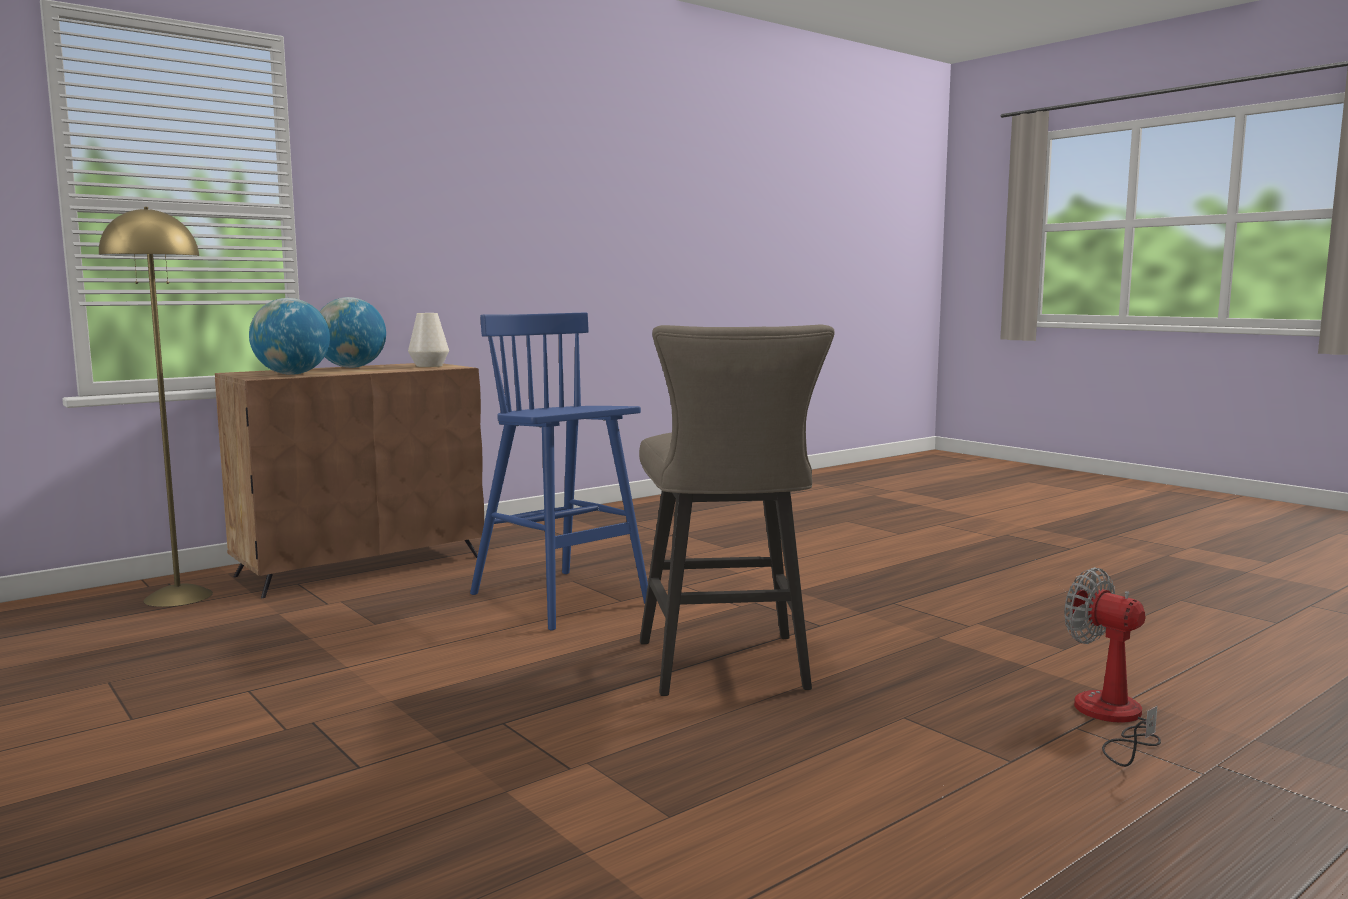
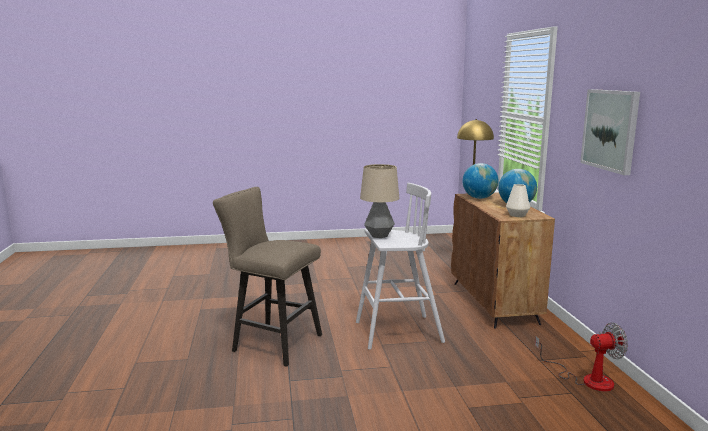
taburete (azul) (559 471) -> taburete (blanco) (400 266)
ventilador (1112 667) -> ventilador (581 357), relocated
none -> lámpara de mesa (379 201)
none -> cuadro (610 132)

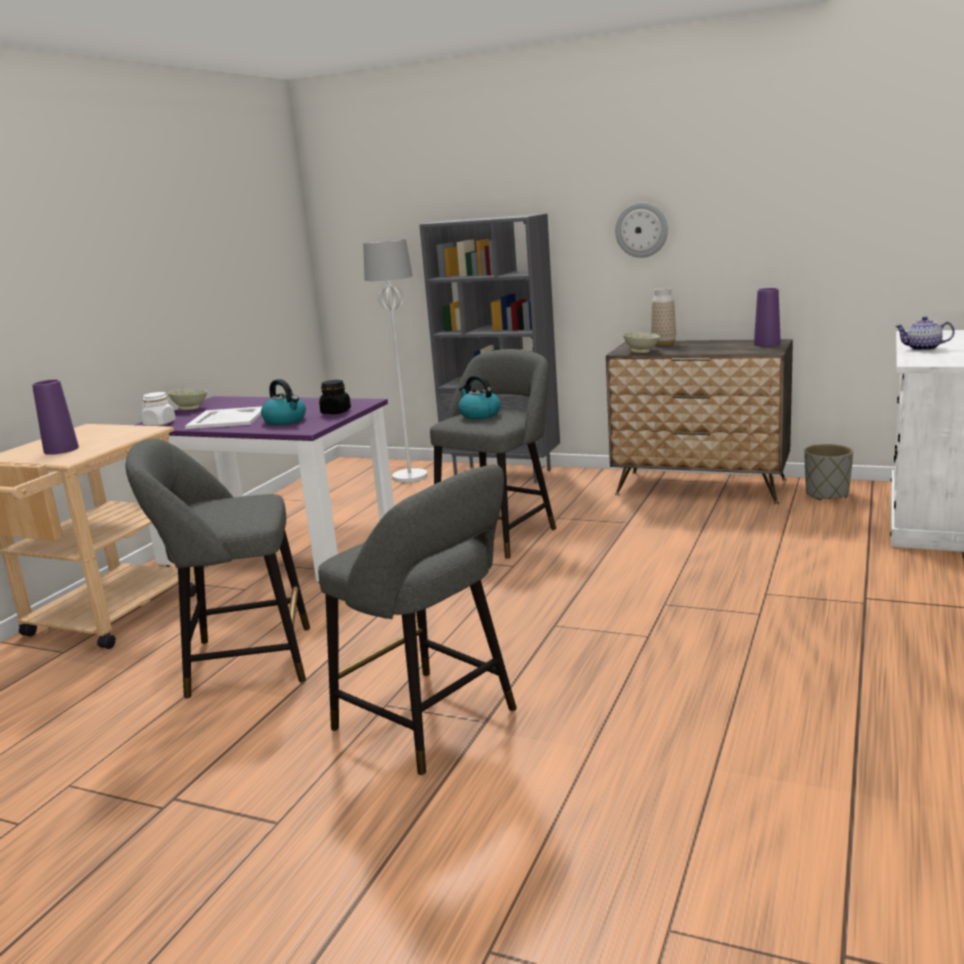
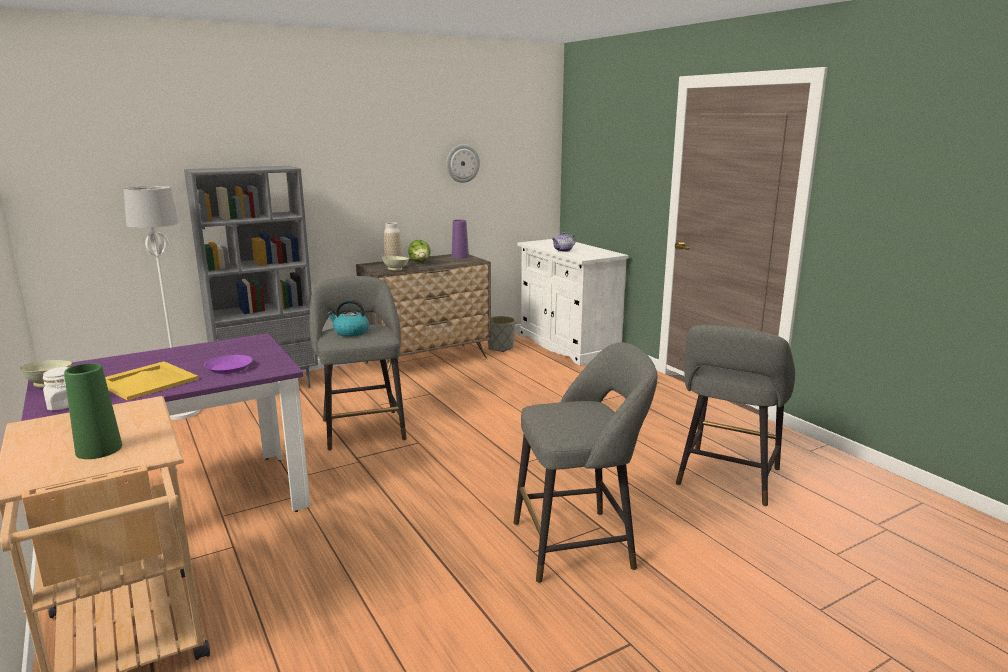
florero (morado) (55 417) -> florero (verde) (93 411)
taburete (gris) (217 568) -> taburete (gris) (735 416), relocated
bandeja (blanco) (223 417) -> bandeja (amarillo) (152 381)
hervidor (283 402) -> plato (morado) (228 364)
tarro (negro) (335 397) -> none
reloj de pared (641 230) -> reloj de pared (463 163), relocated
none -> lechuga (419 251)

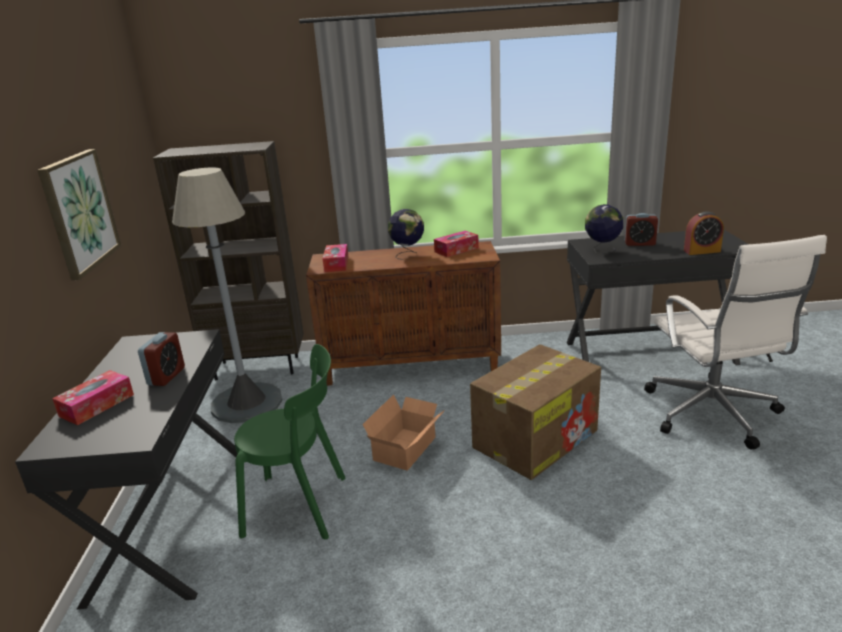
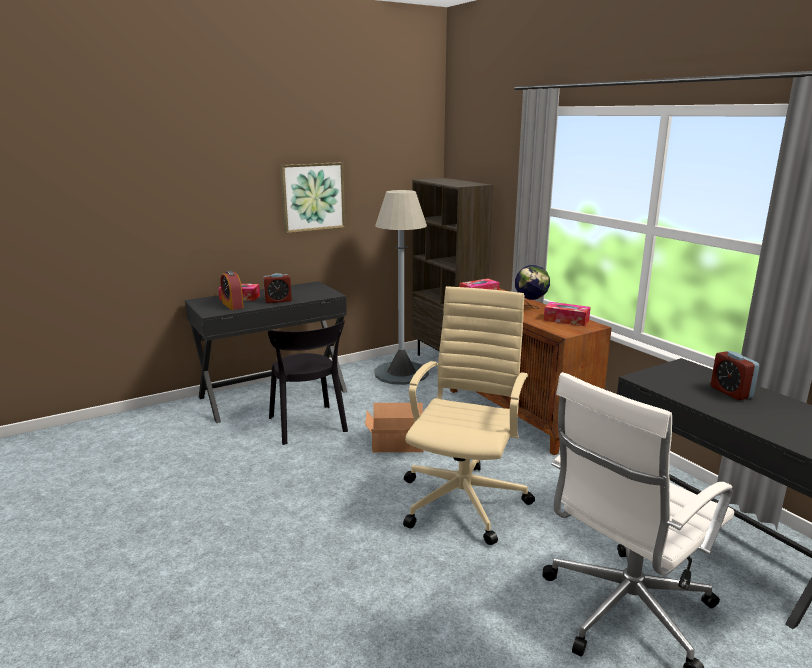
silla (verde) (289 442) -> silla (negro) (308 382)
caja de cartón (535 412) -> silla de oficina (beis) (469 415)
globo terráqueo (604 229) -> none
despertador (704 233) -> despertador (232 290), relocated

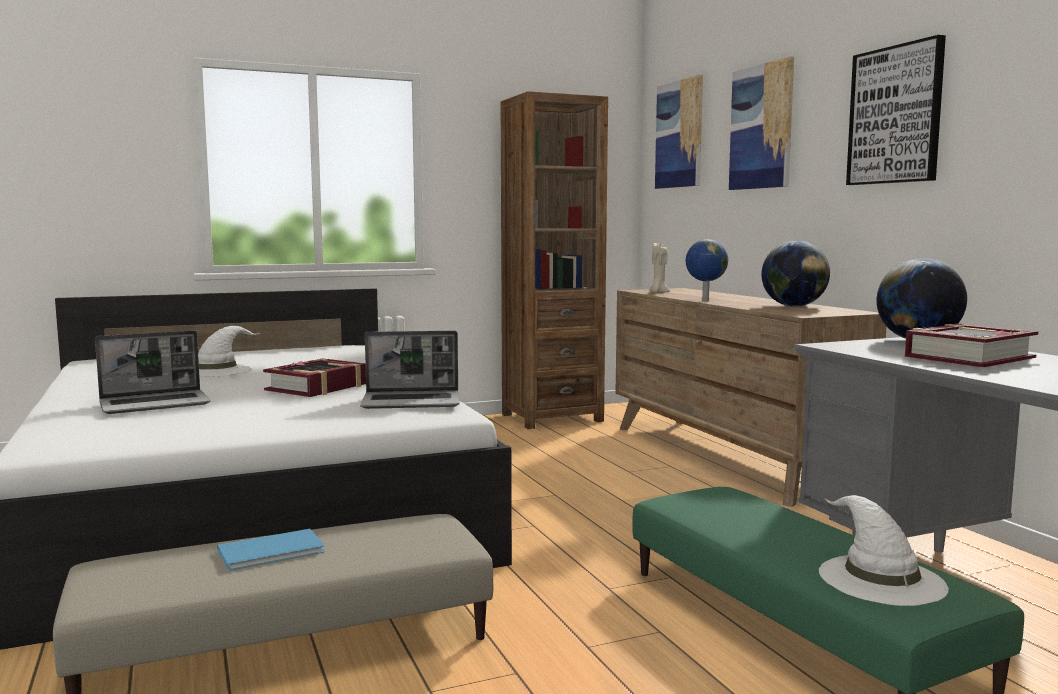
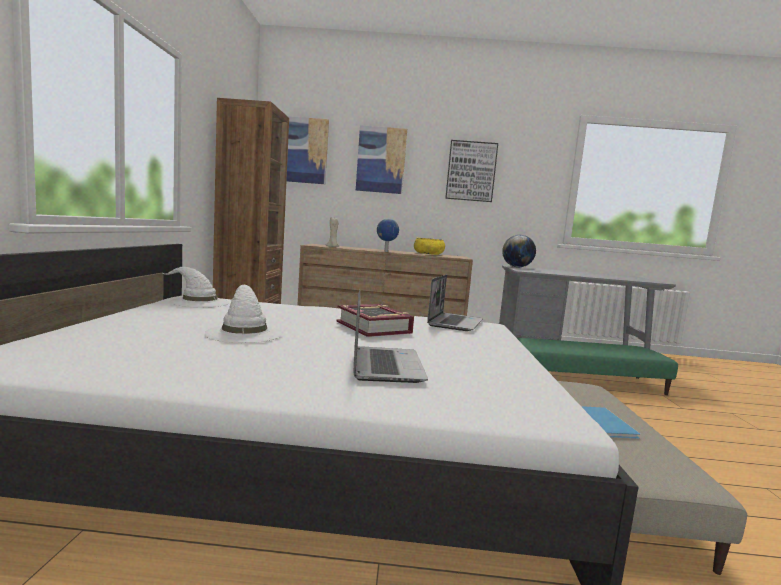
globo terráqueo (795 274) -> cuenco (amarillo) (429 246)
sombrero (blanco) (884 550) -> sombrero (blanco) (196 287), relocated
libro (971 345) -> none

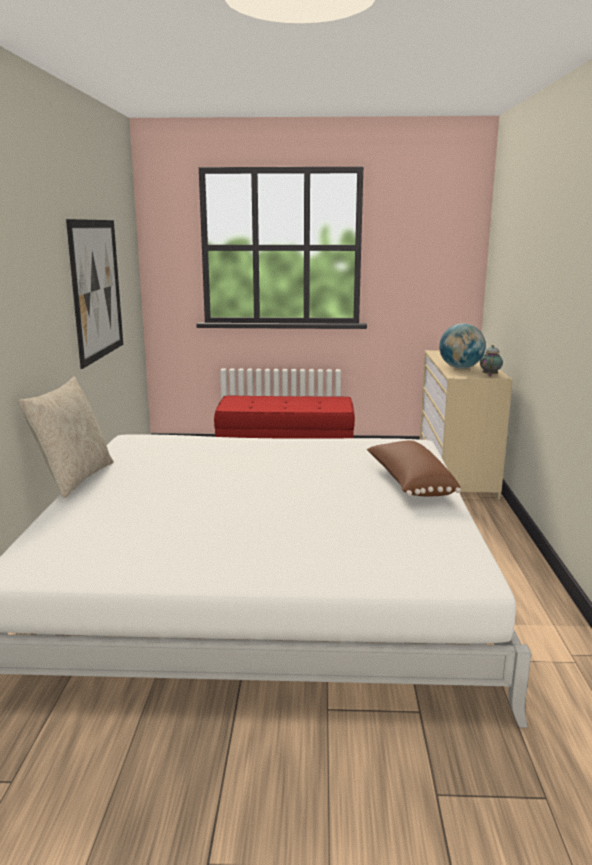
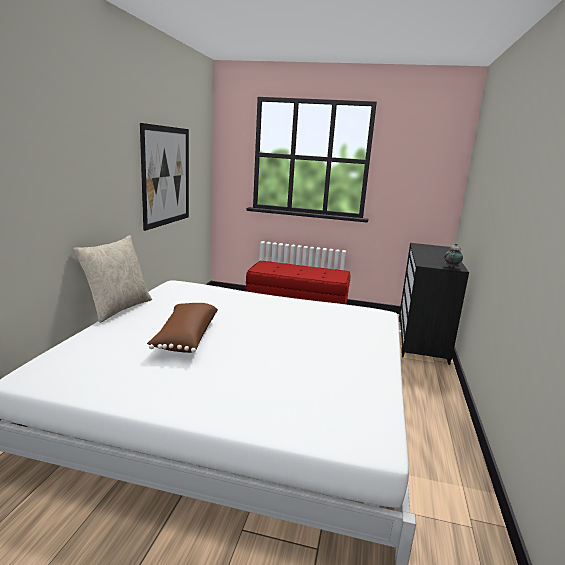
cojín (marrón) (414 468) -> cojín (marrón) (182 328), relocated
cómoda (beis) (466 425) -> cómoda (negro) (434 304)
globo terráqueo (462 346) -> none

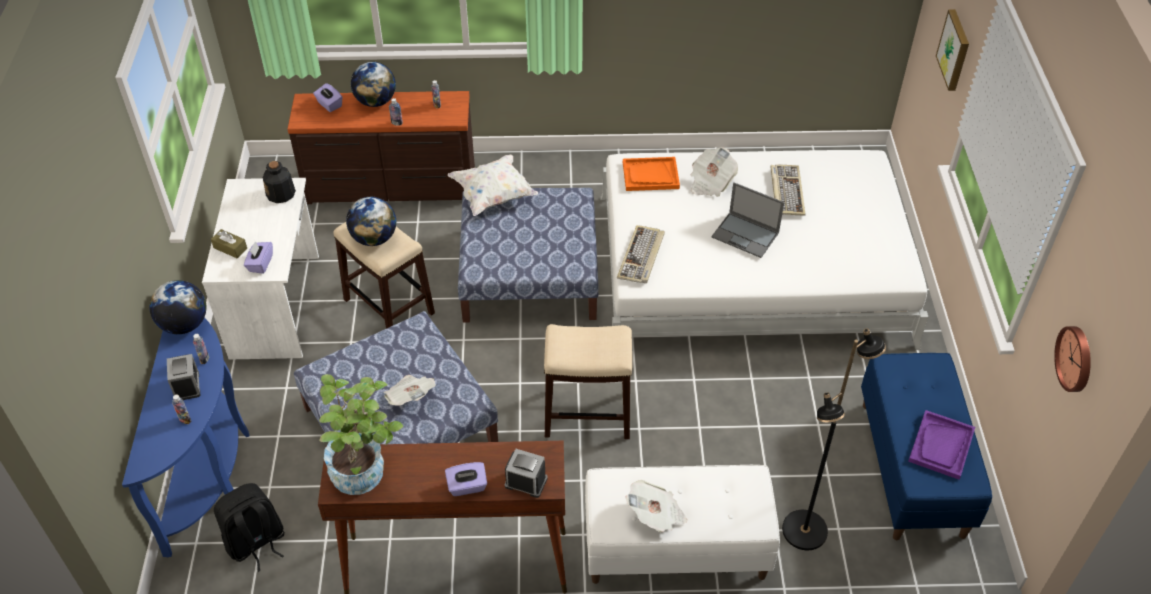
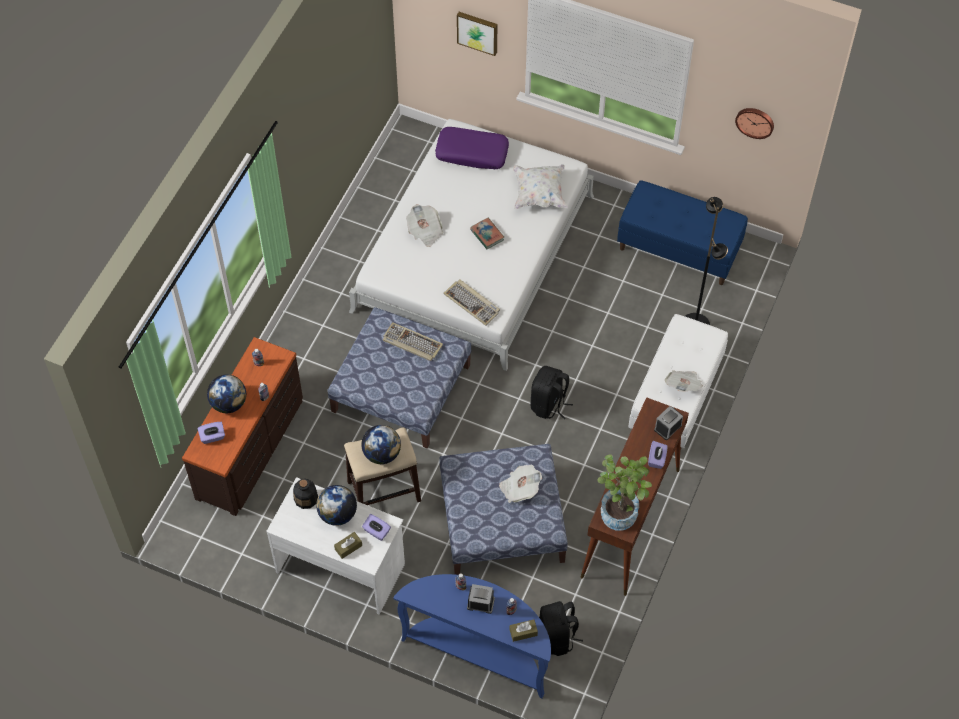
globo terráqueo (178 307) -> globo terráqueo (336 505), relocated
cojín (blanco) (493 185) -> cojín (blanco) (540 186), relocated
taburete (588 381) -> mochila (negro) (552 392)
bandeja (naranja) (651 174) -> none
portátil (748 220) -> libro (487 233)
teclado (788 190) -> teclado (413 341), relocated
bandeja (morado) (941 444) -> none
none -> cojín (morado) (472 148)
none -> caja de pañuelos (marrón) (524 630)

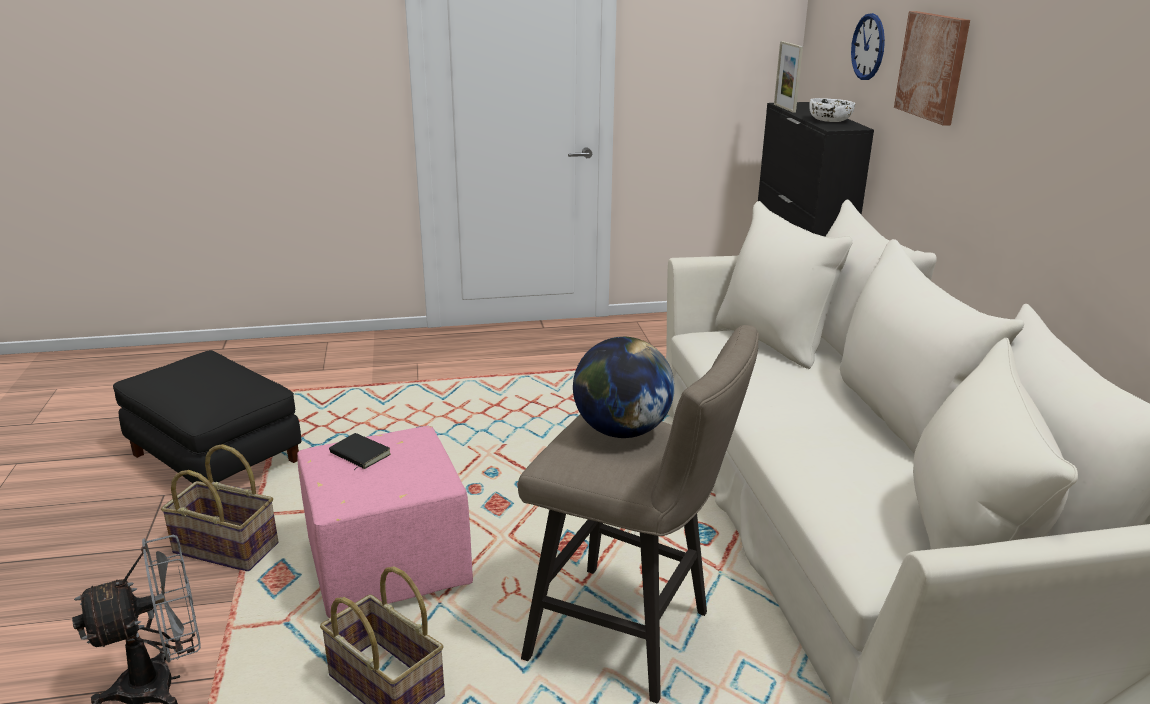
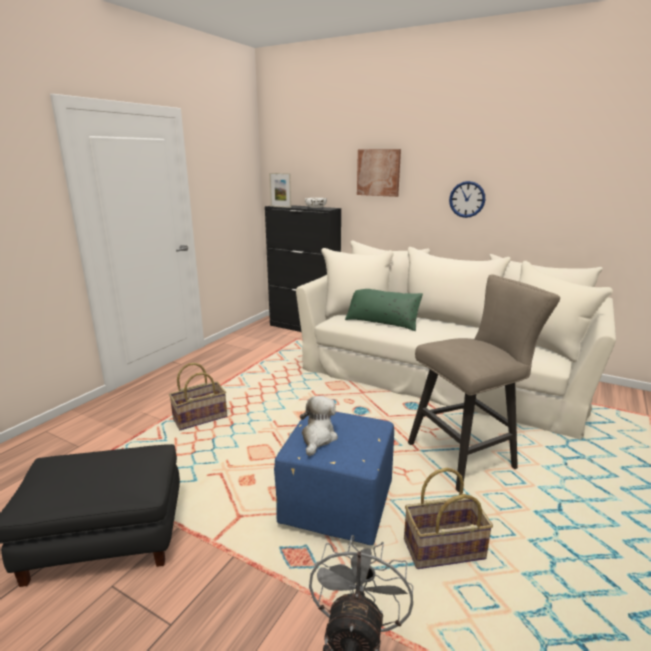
cesta (220 507) -> cesta (198 396), relocated
puf (rosa) (385 522) -> puf (azul) (334 478)
libro (negro) (360 451) -> peluche (319 426)
globo terráqueo (624 387) -> none
reloj de pared (868 46) -> reloj de pared (467 199), relocated
none -> cojín (verde) (384 310)

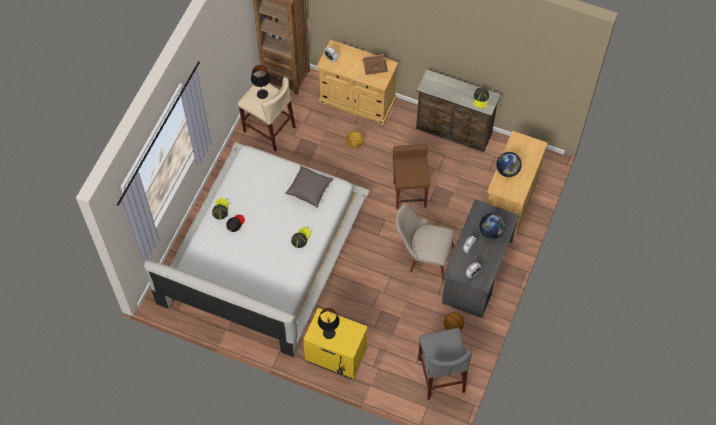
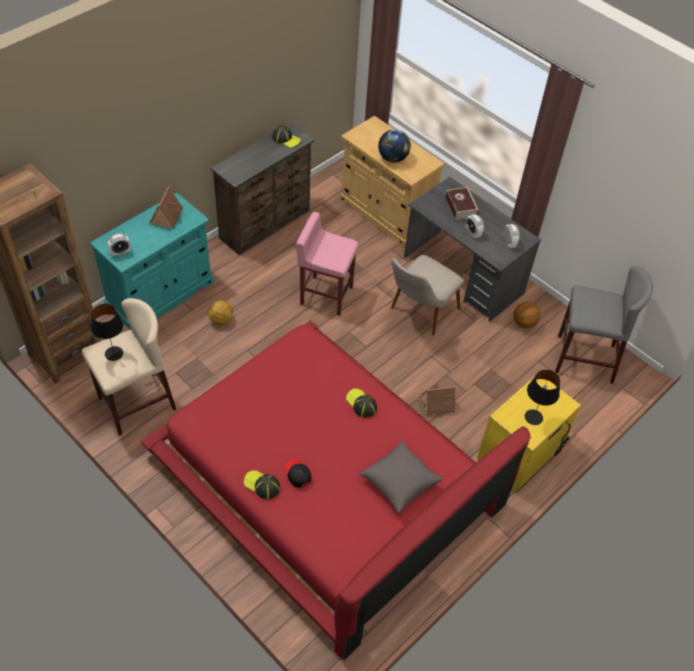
cama (blanco) (257 249) -> cama (rojo) (336 490)
cojín (gris) (309 186) -> cojín (gris) (401 477), relocated
armario (beis) (357 82) -> armario (turquesa) (152 261)
taburete (marrón) (411 176) -> taburete (rosa) (327 264)
globo terráqueo (492 226) -> libro (461 203)
none -> casita (436 399)

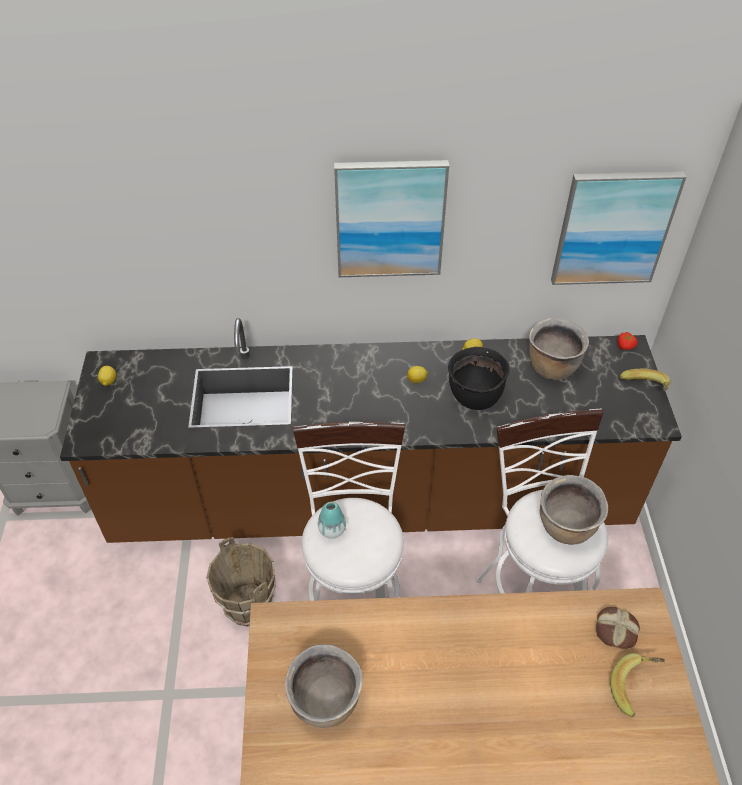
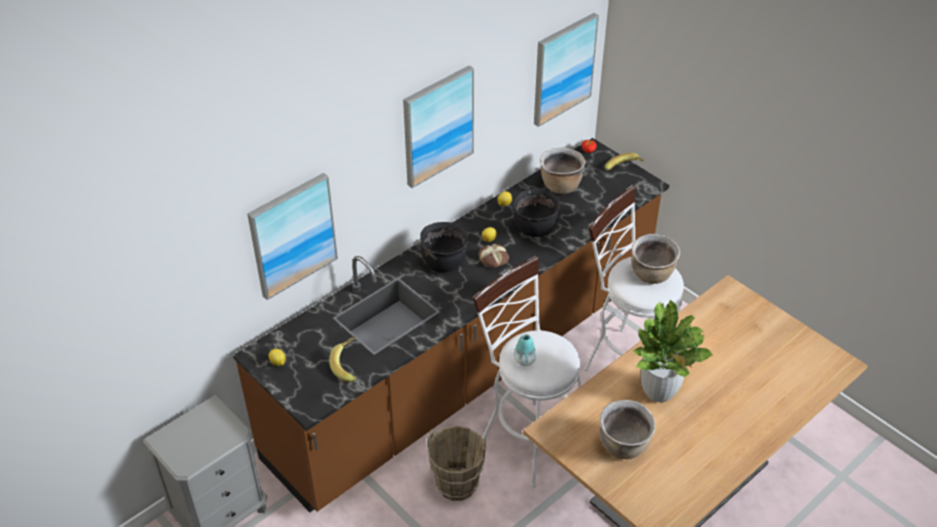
pan (618 628) -> pan (493 256), relocated
plátano (637 685) -> plátano (342 359), relocated
none -> cuadro (292 236)
none -> olla (negro) (444 247)
none -> planta en maceta (673 350)

